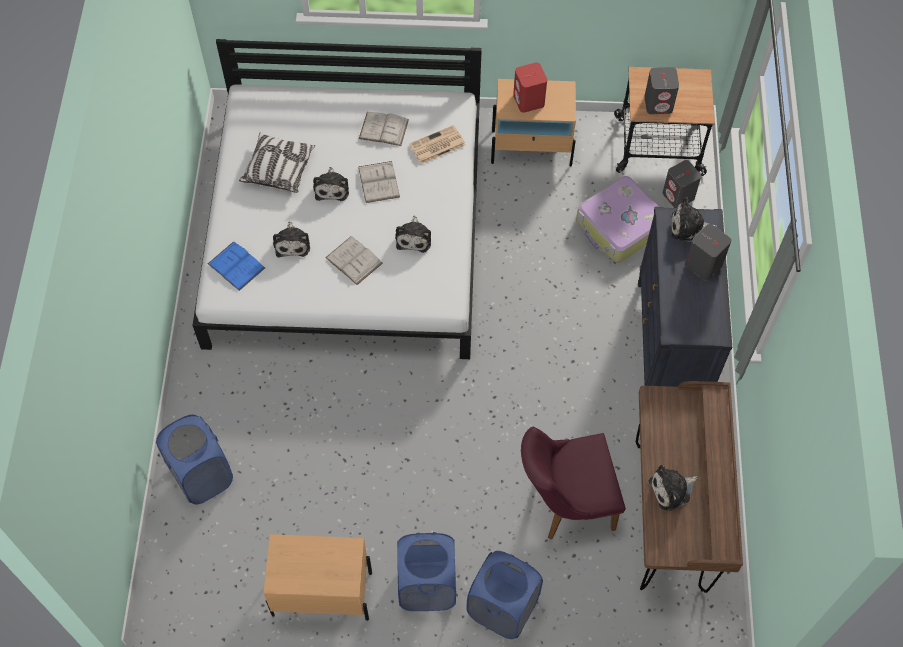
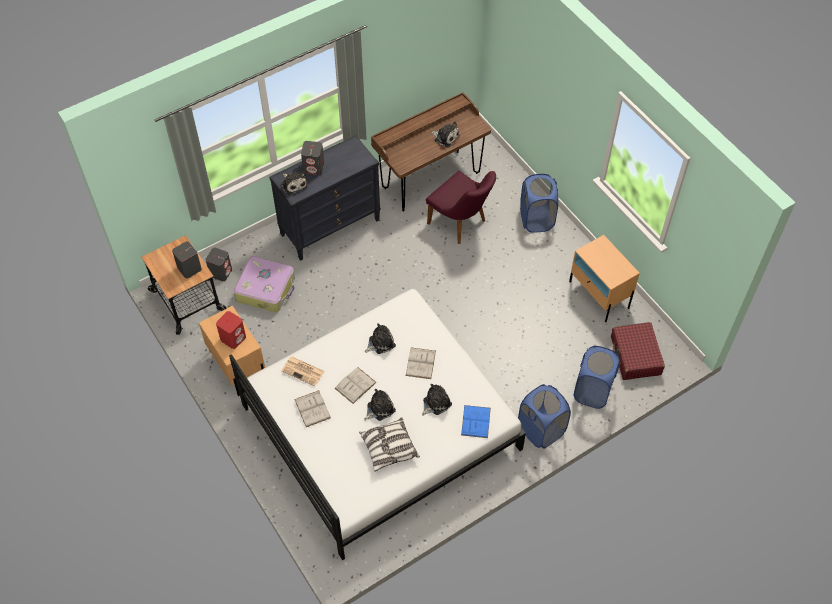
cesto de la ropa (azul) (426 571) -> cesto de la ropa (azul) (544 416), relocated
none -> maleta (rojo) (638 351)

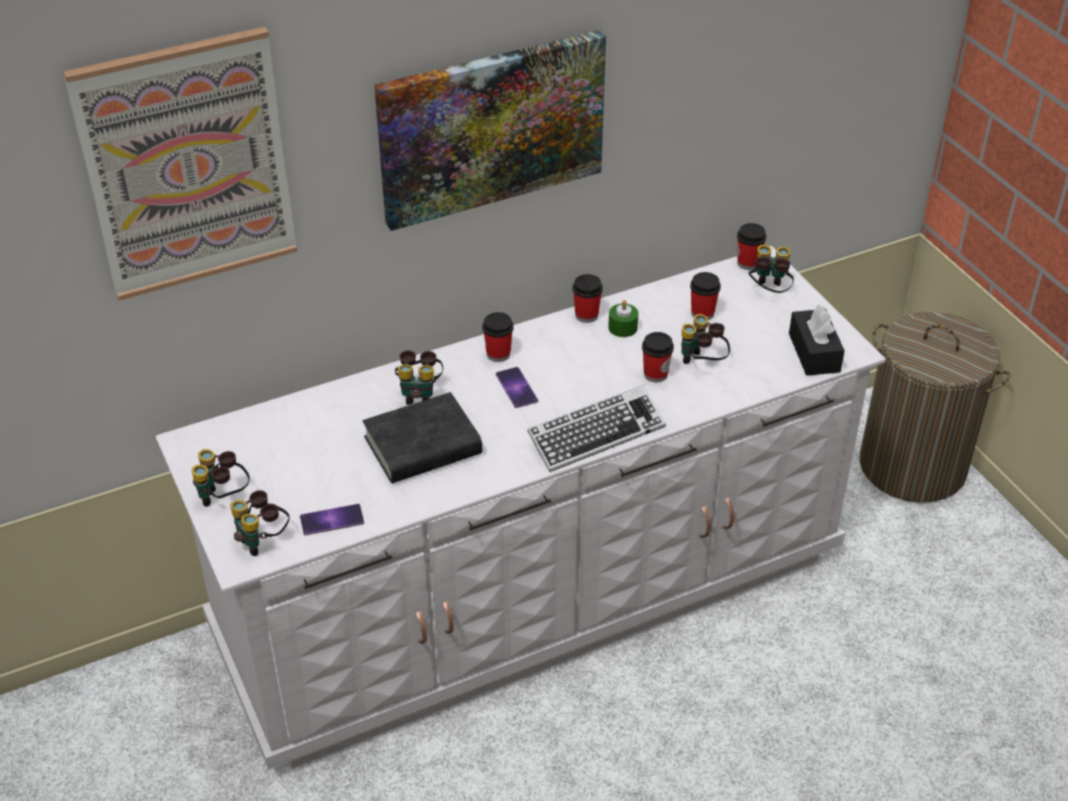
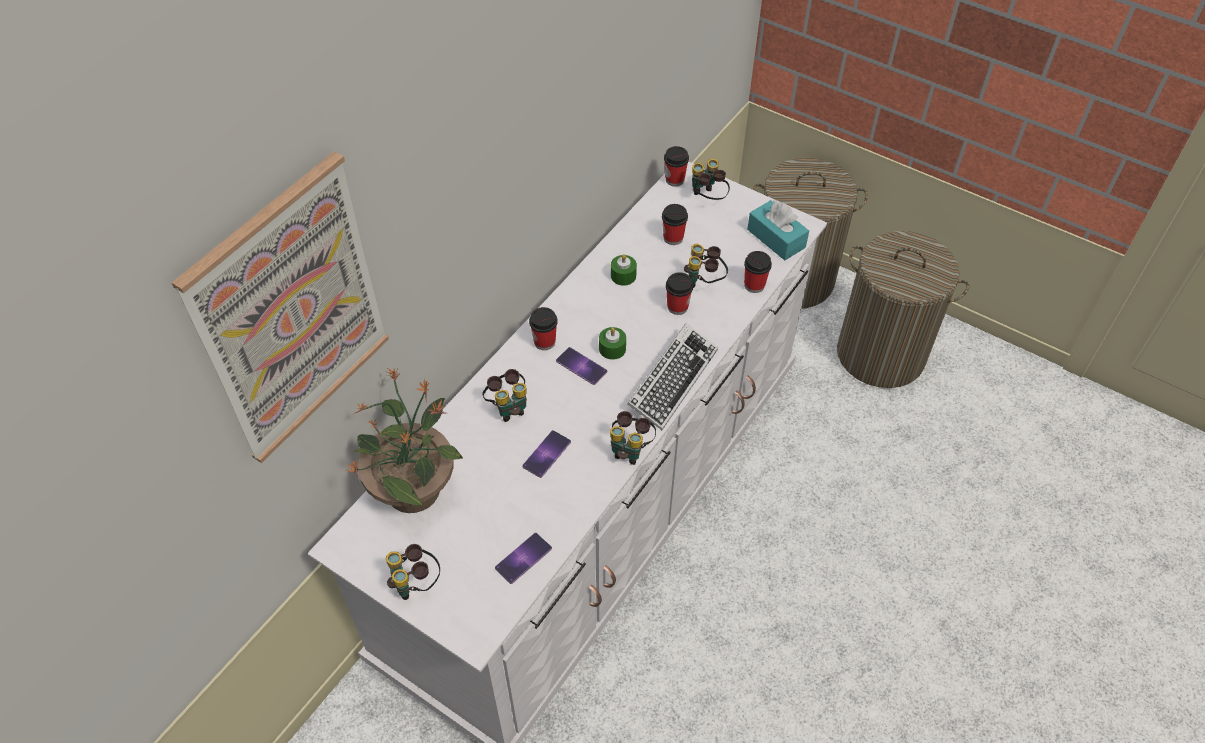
prismáticos (260 523) -> prismáticos (633 438), relocated
libro (negro) (422 437) -> móvil (546 454)
cuadro (490 130) -> none
taza (588 298) -> taza (758 272), relocated
caja de pañuelos (negro) (817 340) -> caja de pañuelos (turquesa) (778 230)
none -> planta en maceta (404 440)
none -> vela (verde) (612 343)
none -> cesto de la ropa (903 309)

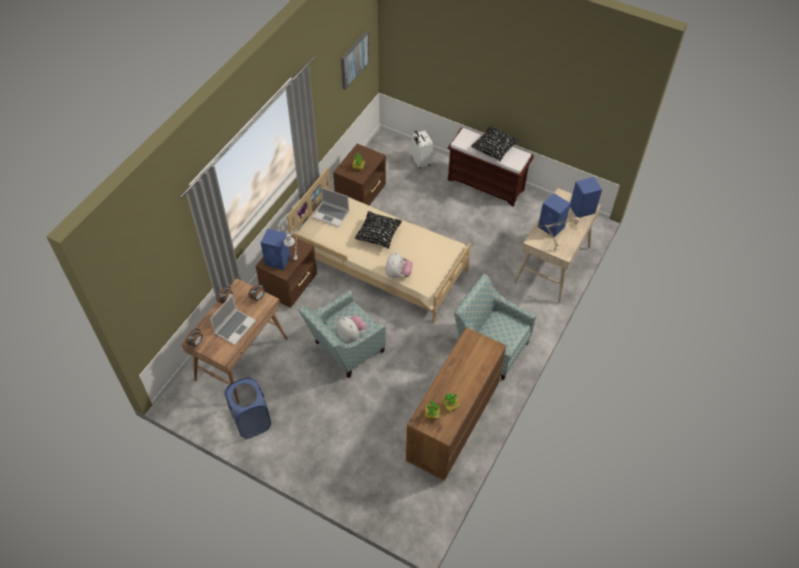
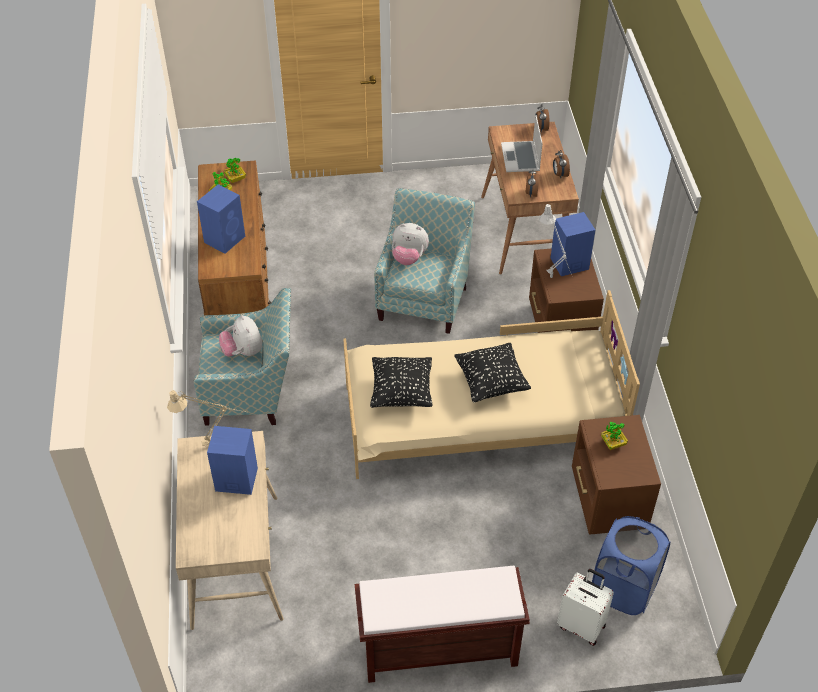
cesto de la ropa (azul) (248 408) -> cesto de la ropa (azul) (631 565), relocated
portátil (331 207) -> none
cuadro (355 60) -> none
peluche (399 265) -> peluche (240 336), relocated
cojín (negro) (495 143) -> cojín (negro) (401 382), relocated
altavoz (azul) (586 197) -> altavoz (azul) (221 219), relocated

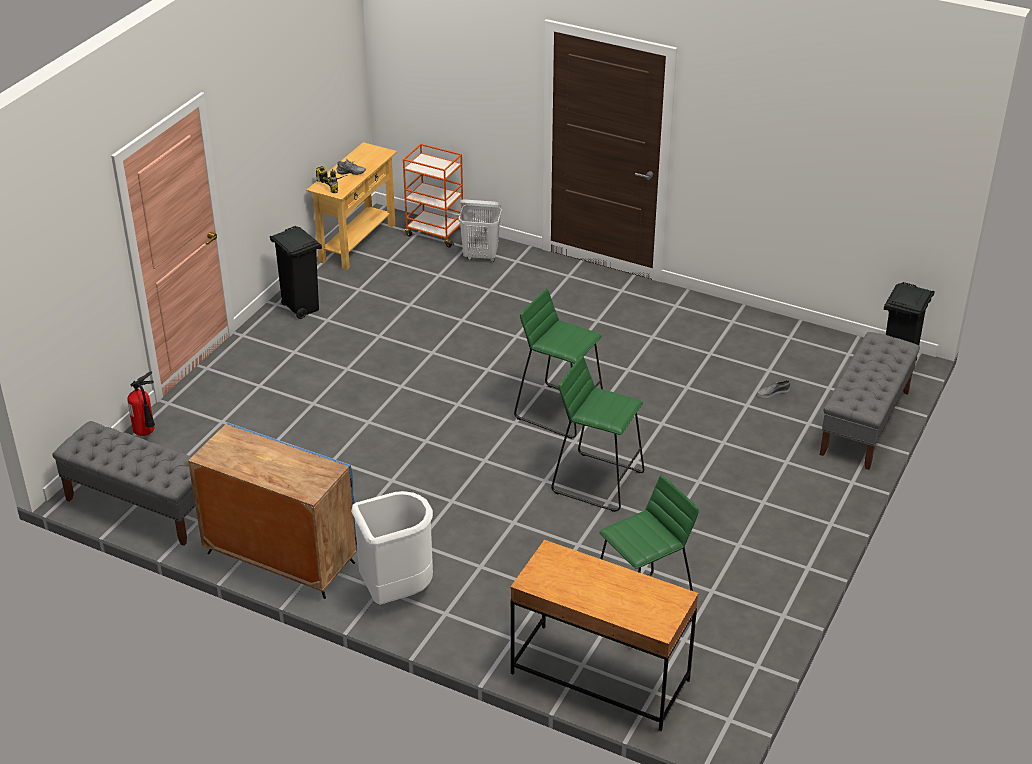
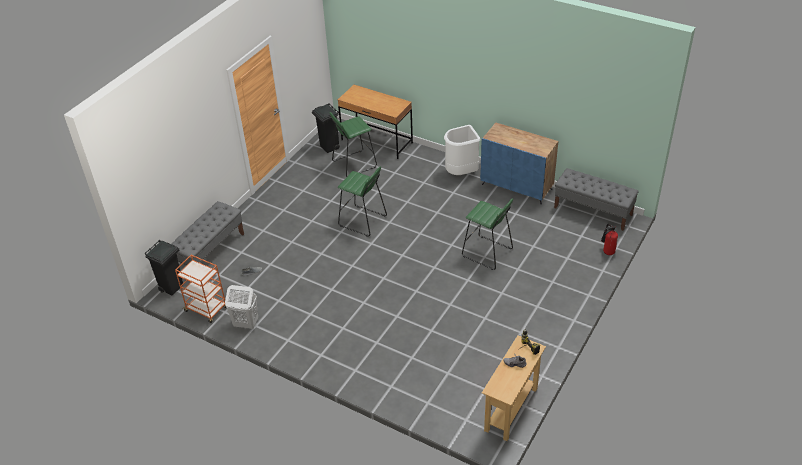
papelera (negro) (296 272) -> papelera (negro) (326 128), relocated
carrito (naranja) (433 195) -> carrito (naranja) (200 289), relocated
cesto de la ropa (blanco) (480 230) -> cesto de la ropa (blanco) (241 307), relocated
taburete (verde) (558 363) -> taburete (verde) (487 234), relocated

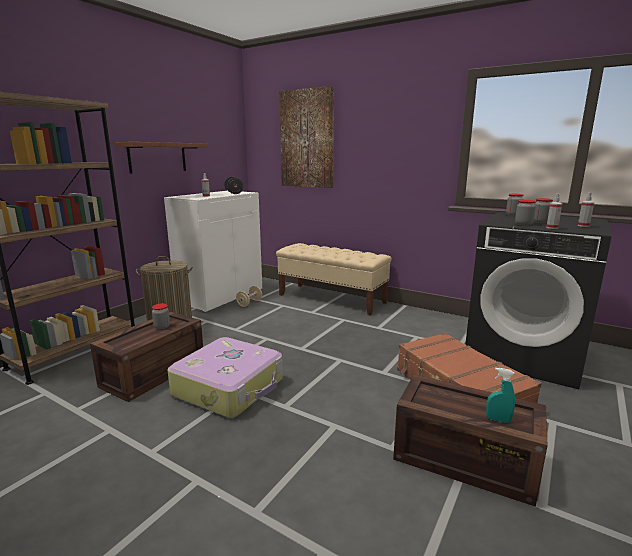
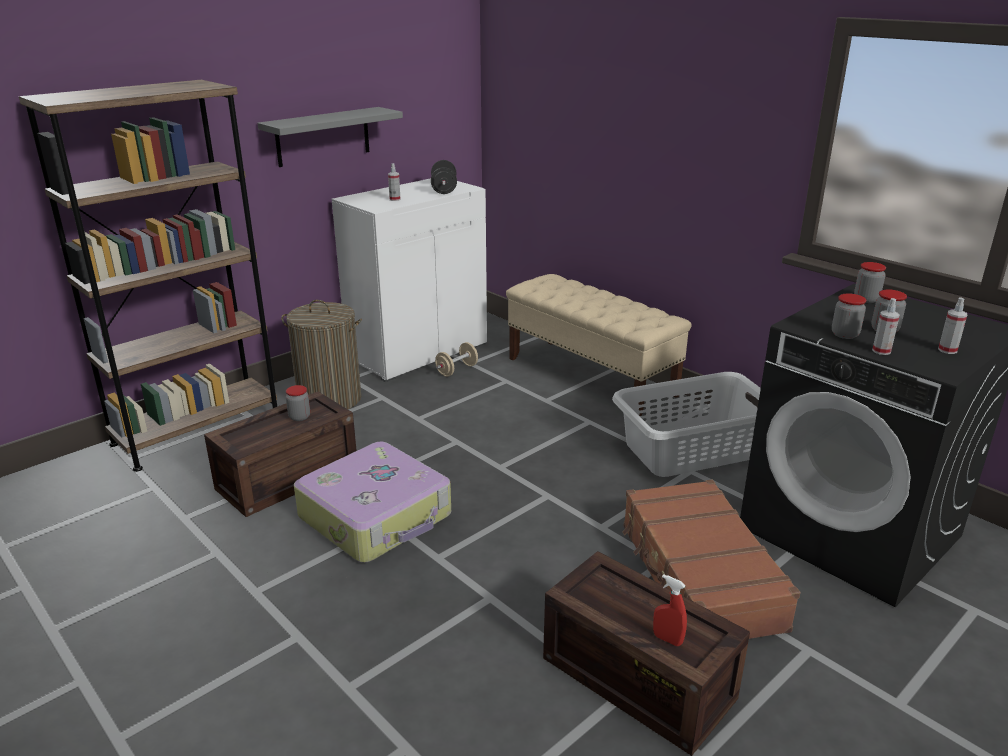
estante (marrón) (161 157) -> estante (gris) (330 137)
cuadro (307 137) -> none
pulverizador (turquesa) (500 395) -> pulverizador (rojo) (670 610)
none -> cesto de la ropa (gris) (686 424)

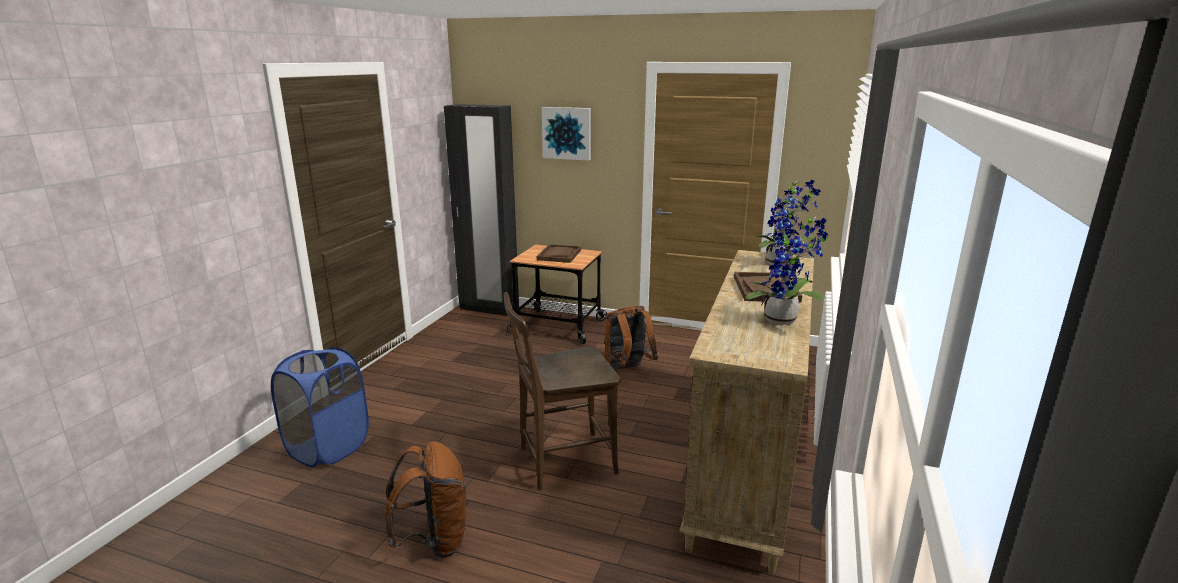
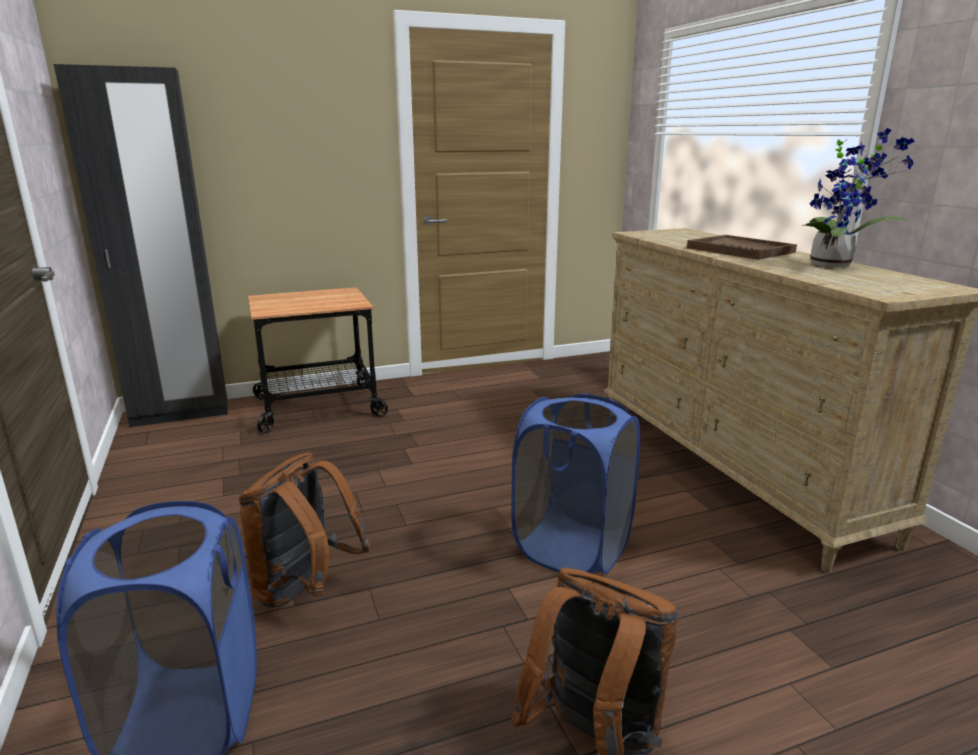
silla (marrón) (562 391) -> cesto de la ropa (azul) (575 484)
bandeja (marrón) (559 253) -> none
cuadro (566 134) -> none
mochila (marrón) (631 338) -> mochila (marrón) (304 529), relocated
planta en maceta (787 223) -> none

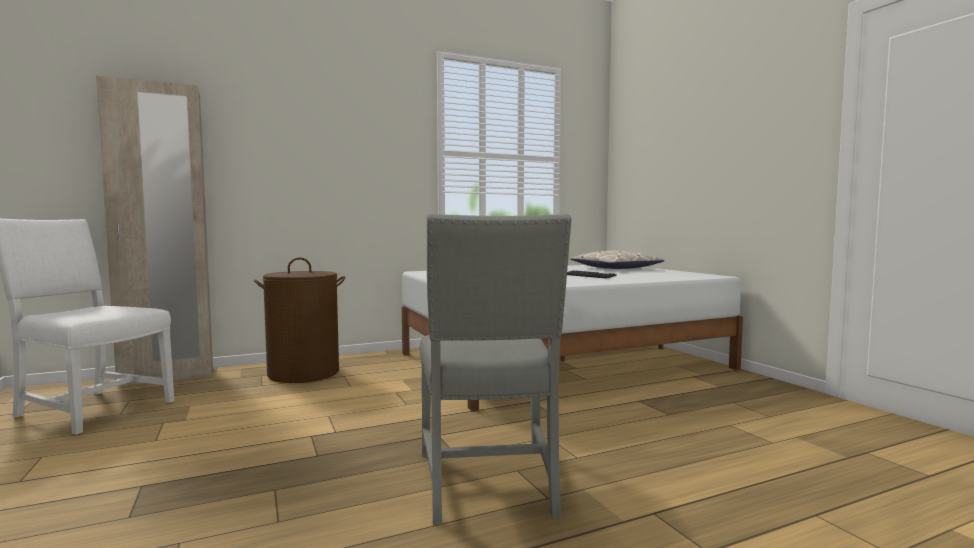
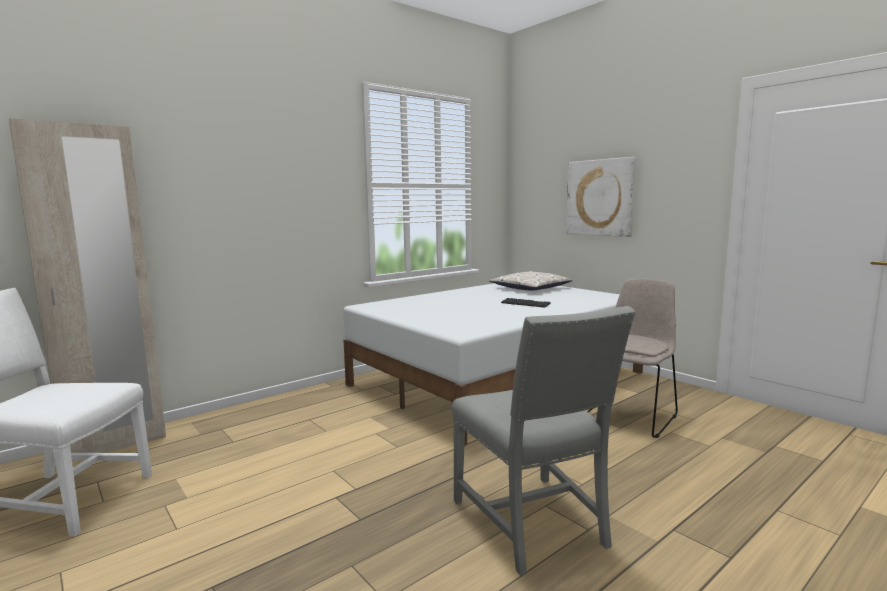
cesto de la ropa (marrón) (299 320) -> none
none -> cuadro (601 197)
none -> silla (beis) (632 358)

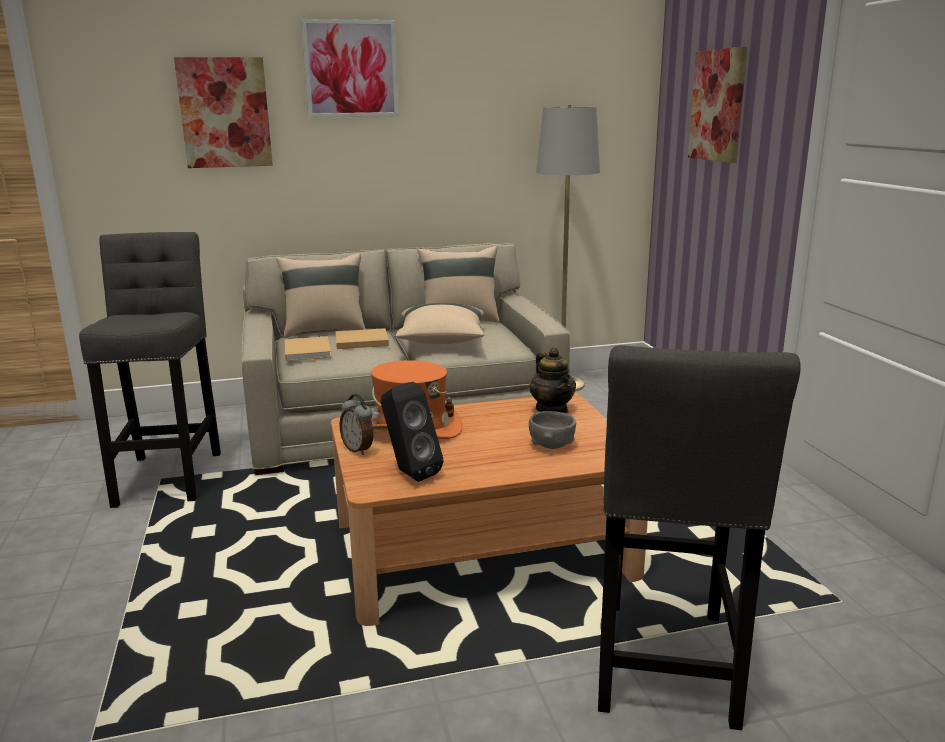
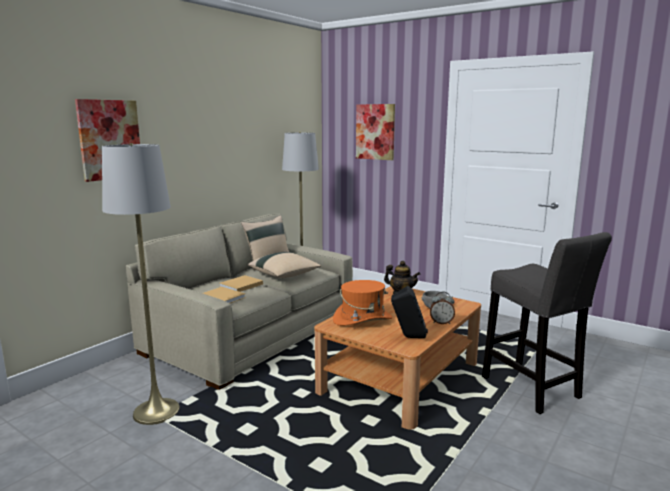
taburete (gris) (150 370) -> lámpara de pie (gris) (141 284)
cojín (beis) (321 295) -> none
cuadro (350 68) -> none
despertador (356 424) -> despertador (442 307), relocated

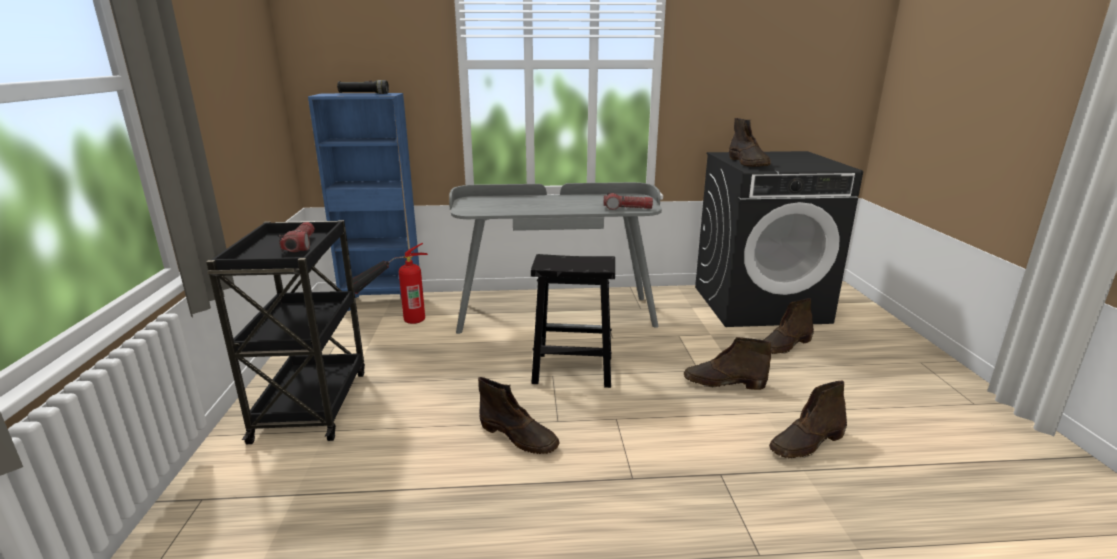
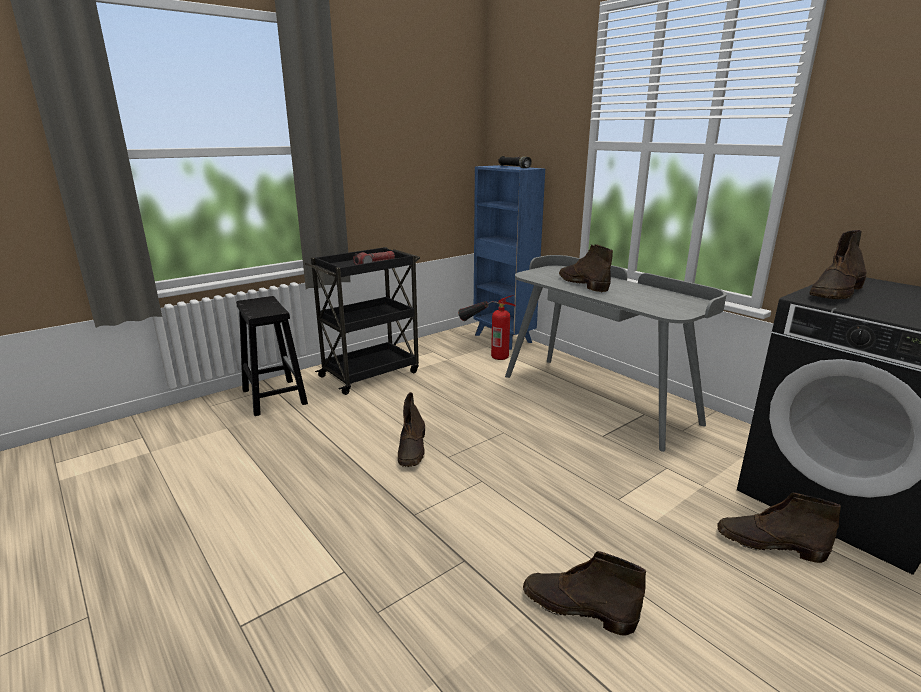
taburete (negro) (573 321) -> taburete (negro) (272 356), relocated
linterna (628 201) -> none
bota (marrón) (727 363) -> bota (marrón) (586 268), relocated

